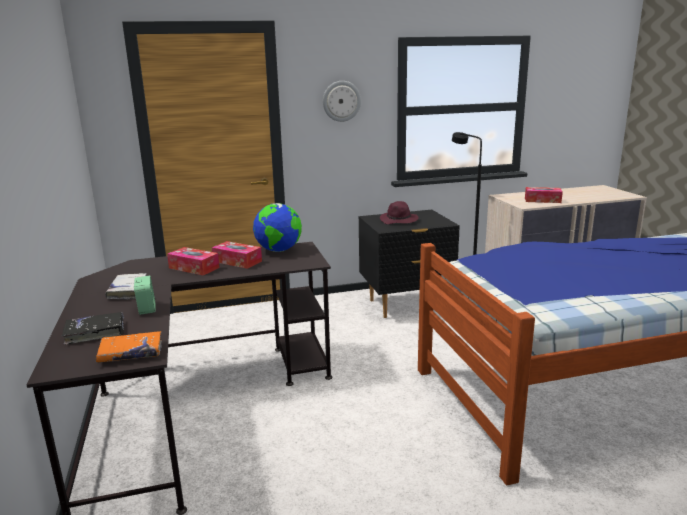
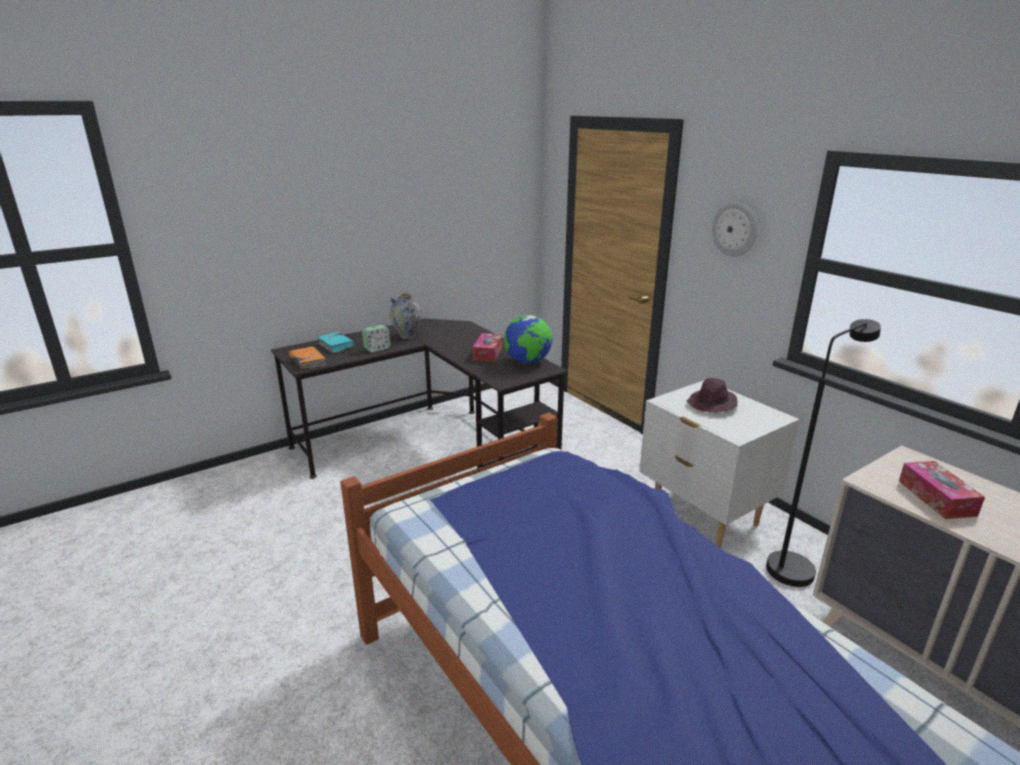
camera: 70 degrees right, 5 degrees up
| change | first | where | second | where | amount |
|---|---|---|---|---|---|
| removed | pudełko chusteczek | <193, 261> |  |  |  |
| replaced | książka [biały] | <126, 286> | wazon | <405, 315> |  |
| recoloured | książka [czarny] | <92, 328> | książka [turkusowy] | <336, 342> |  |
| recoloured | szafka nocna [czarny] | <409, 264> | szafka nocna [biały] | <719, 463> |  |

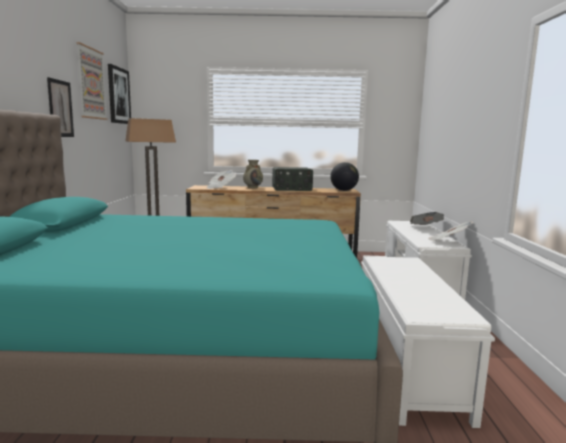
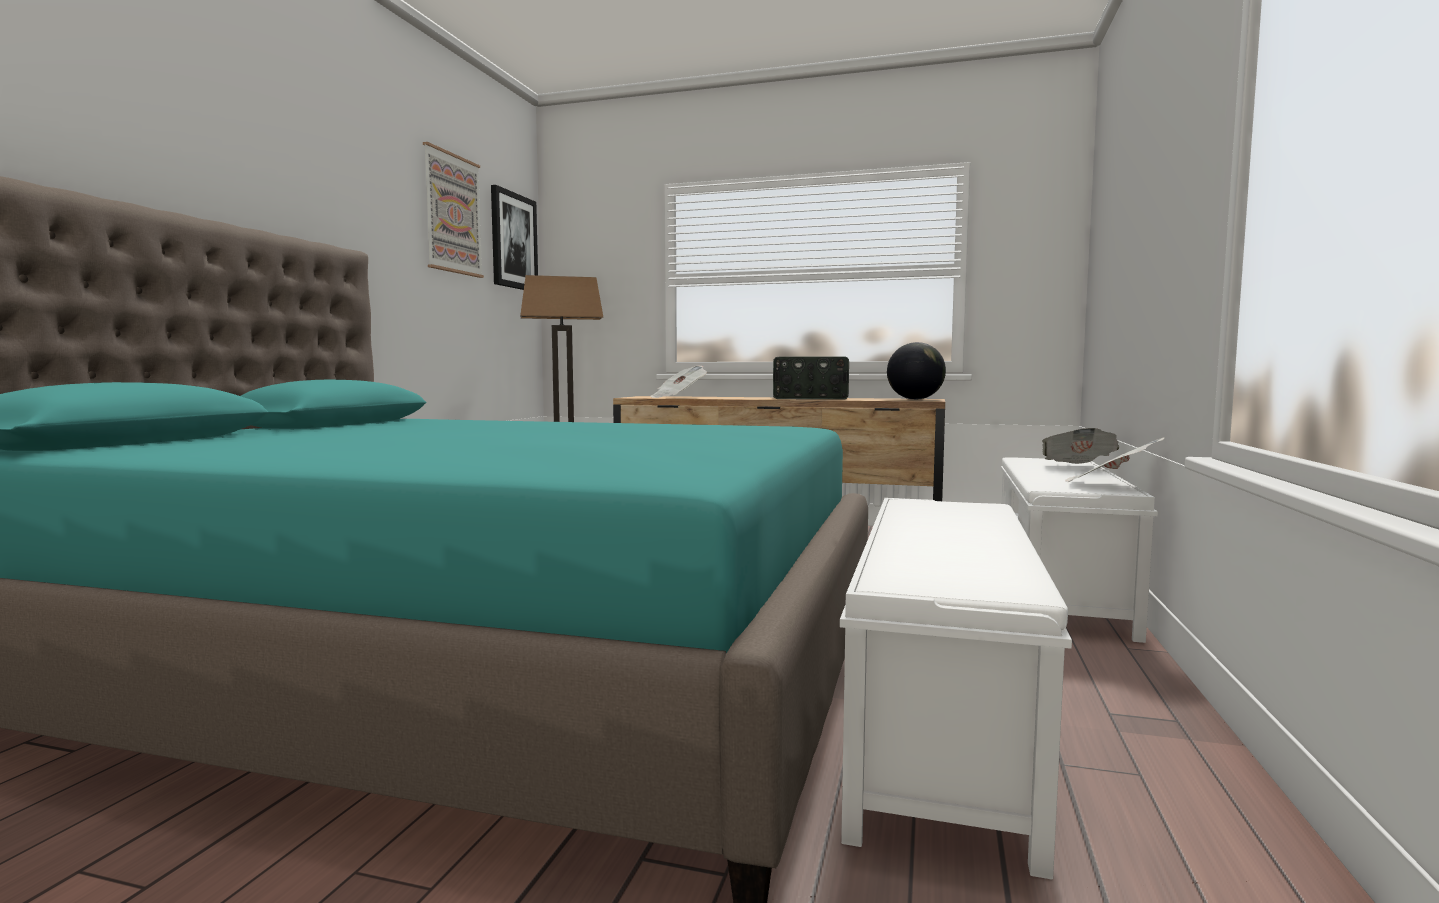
camera: 15 degrees right, 5 degrees down
| change | first | where | second | where | amount |
|---|---|---|---|---|---|
| removed | obraz | <60, 107> |  |  |  |
| removed | wazon [beżowy] | <253, 174> |  |  |  |

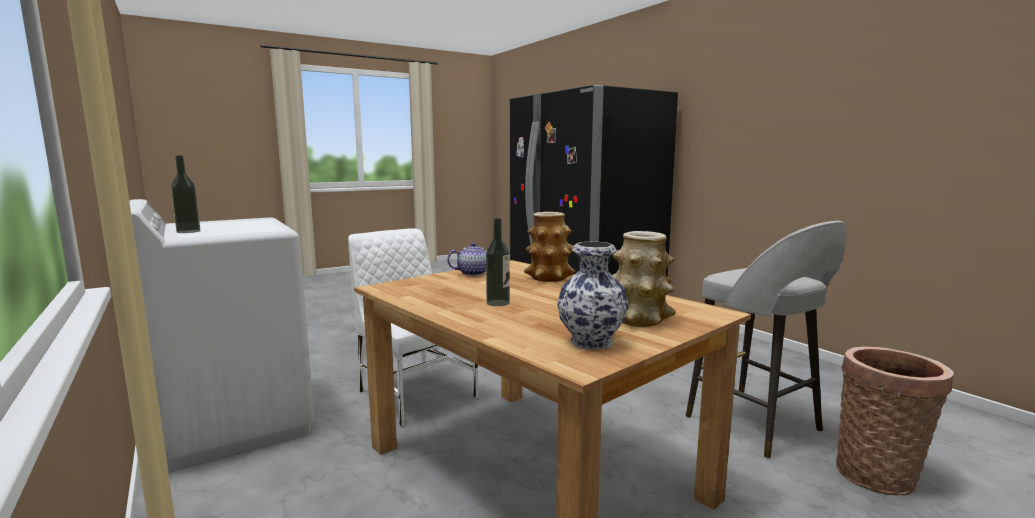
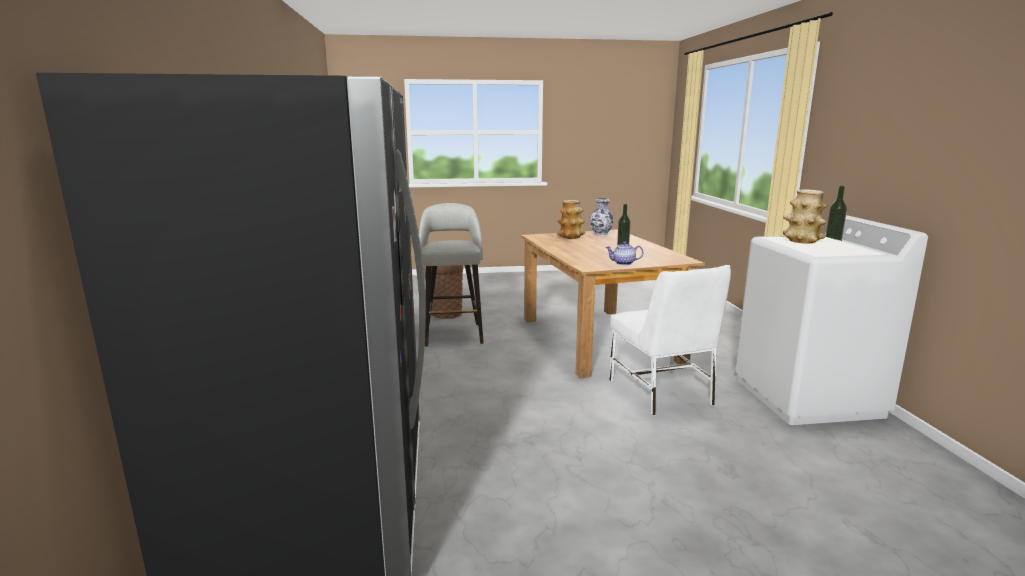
camera: 155 degrees left, 5 degrees up
| change | first | where | second | where | amount |
|---|---|---|---|---|---|
| moved | wazon | <549, 247> |  | <805, 216> |  |

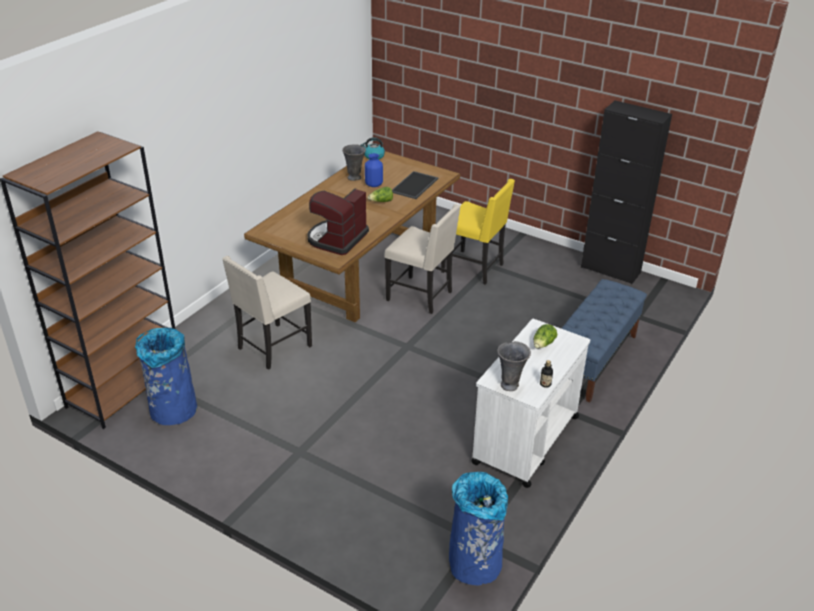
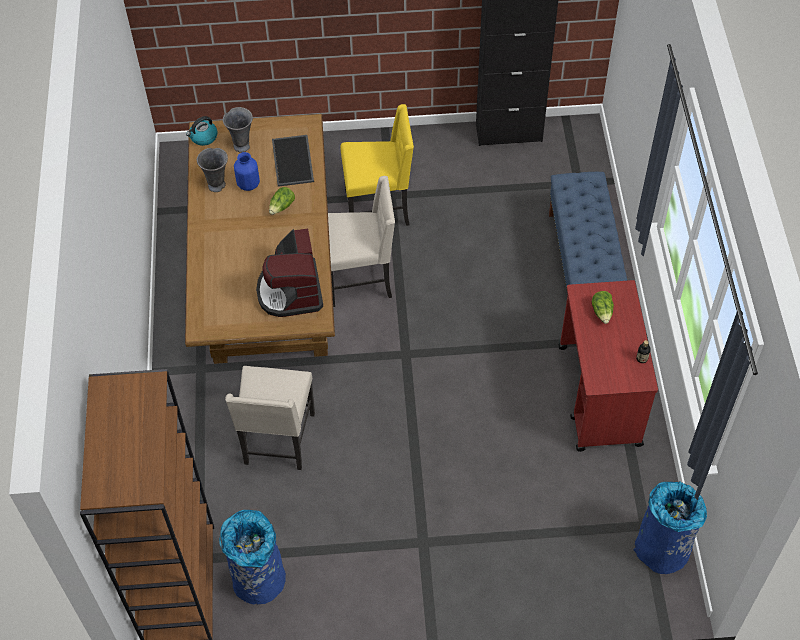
camera: 35 degrees left, 20 degrees up
| change | first | where | second | where | amount |
|---|---|---|---|---|---|
| moved | wazon [szary] | <514, 366> |  | <238, 130> |  |
| recoloured | wózek [biały] | <530, 403> | wózek [czerwony] | <608, 366> |  |

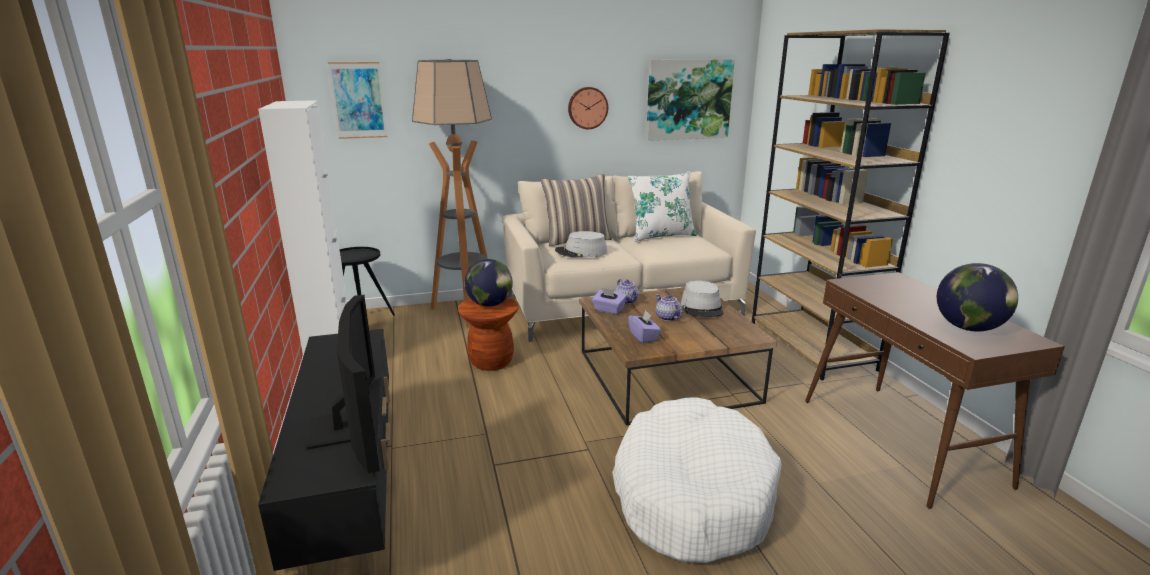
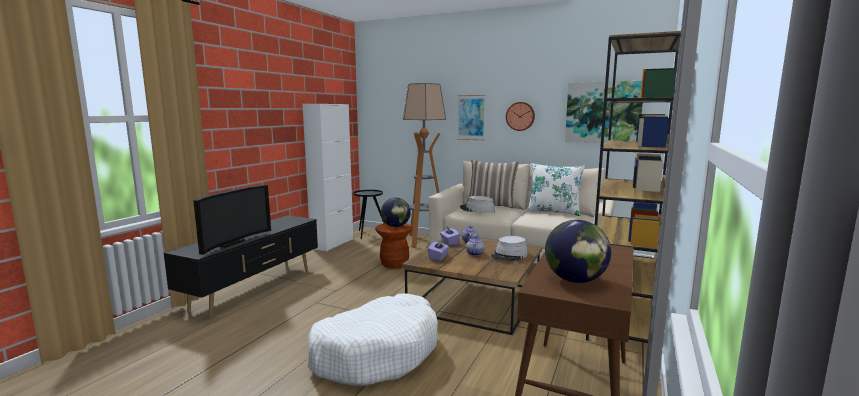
camera: 40 degrees right, 10 degrees down
| change | first | where | second | where | amount |
|---|---|---|---|---|---|
| moved | obraz | <357, 100> |  | <471, 117> |  |

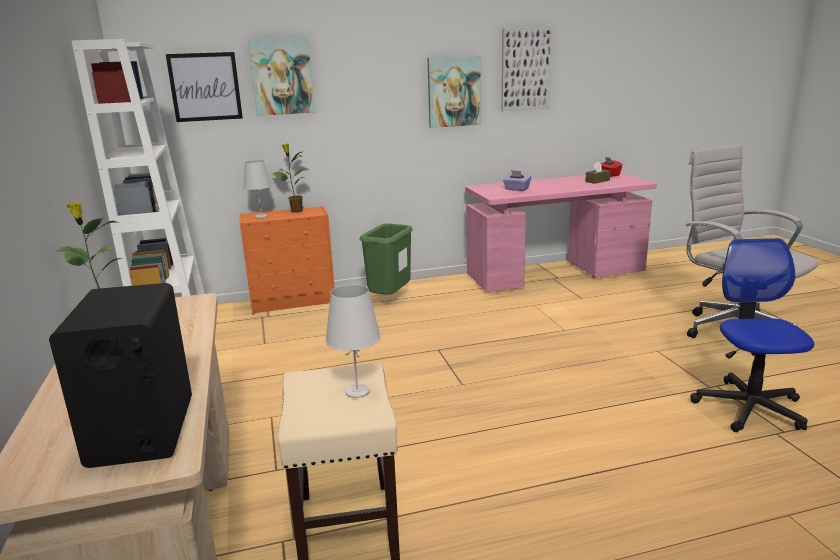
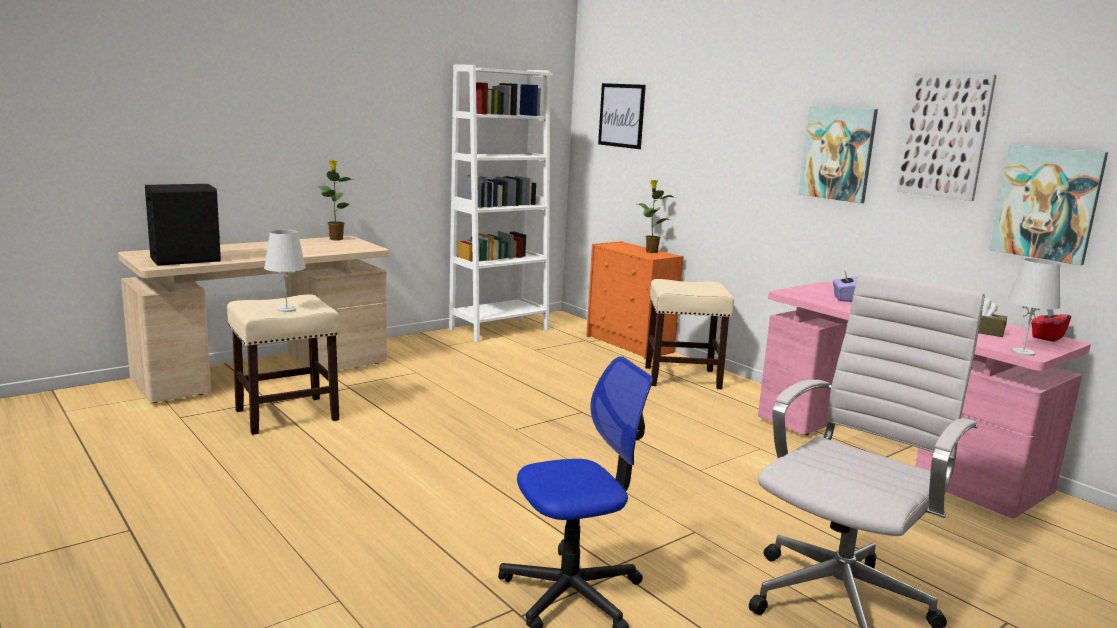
camera: 65 degrees right, 5 degrees down
| change | first | where | second | where | amount |
|---|---|---|---|---|---|
| moved | lampa stołowa [biały] | <257, 189> |  | <1034, 307> |  |
| moved | obraz | <281, 77> |  | <1048, 205> |  |
| replaced | kosz na śmieci [zielony] | <386, 259> | stołek [beżowy] | <689, 334> |  |

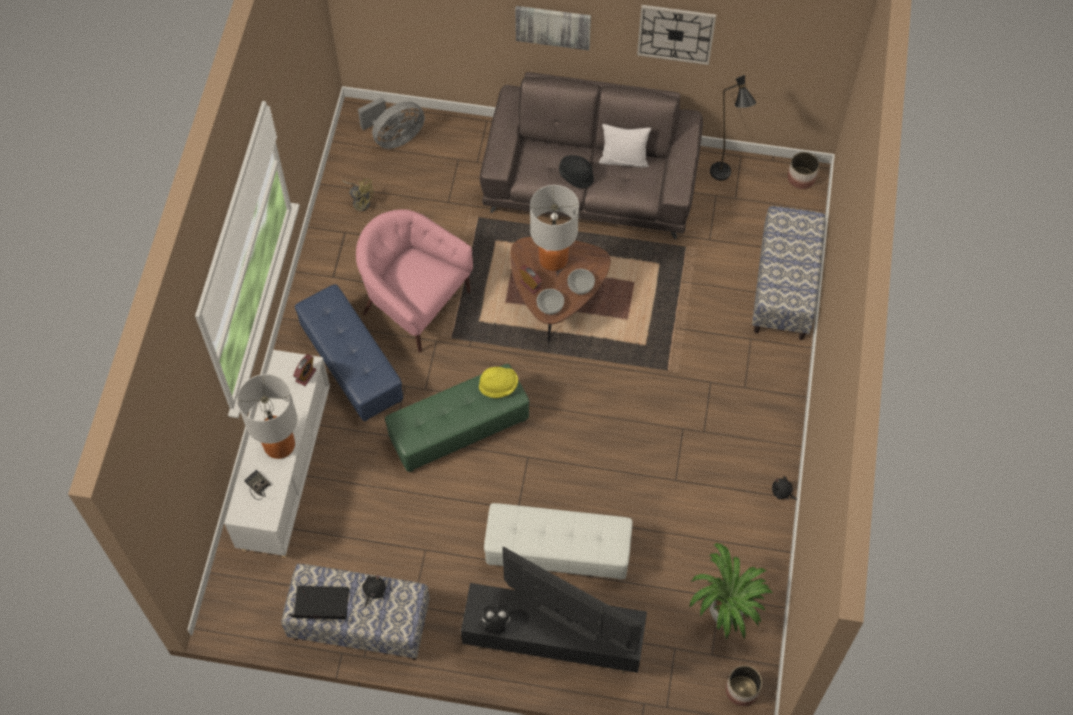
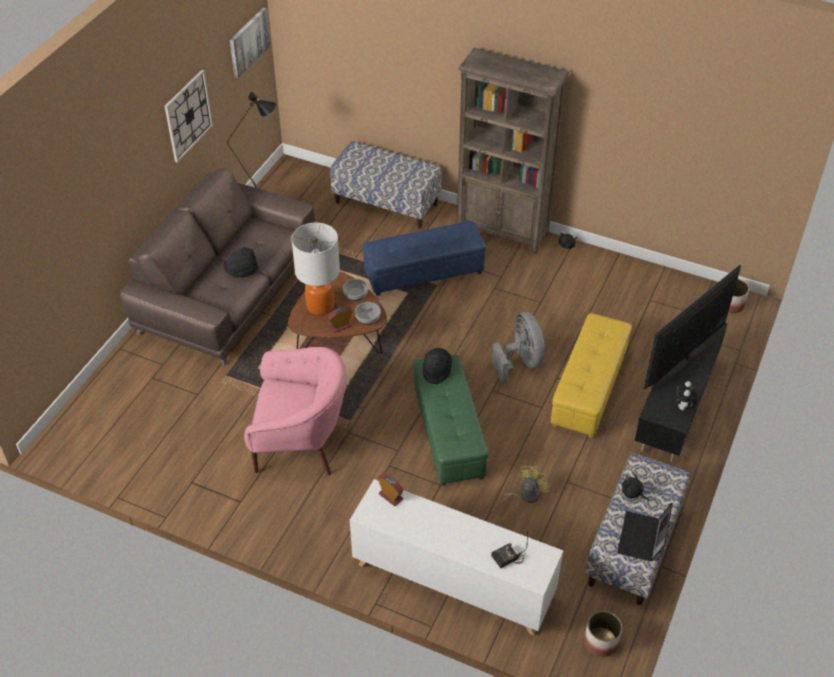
camera: 75 degrees left, 15 degrees down
| change | first | where | second | where | amount |
|---|---|---|---|---|---|
| removed | lampa stołowa | <267, 416> |  |  |  |
| removed | poduszka [biały] | <625, 145> |  |  |  |
| removed | roślina doniczkowa | <731, 591> |  |  |  |
| added |  |  | regał [brązowy] | <513, 151> |  |
| moved | pufa [niebieski] | <349, 352> |  | <424, 258> |  |
| moved | wentylator [żółty] | <357, 195> |  | <524, 485> |  |
| moved | wentylator [szary] | <391, 123> |  | <518, 348> |  |
| moved | obraz | <553, 28> |  | <250, 43> |  |
| moved | donica | <803, 170> |  | <603, 634> |  |
| recoloured | kapelusz [żółty] | <498, 382> | kapelusz [czarny] | <437, 366> |  |
| recoloured | pufa [biały] | <558, 541> | pufa [żółty] | <591, 375> |  |
| turned | fotel [różowy] | <414, 280> |  | <295, 411> | 135 degrees counterclockwise |

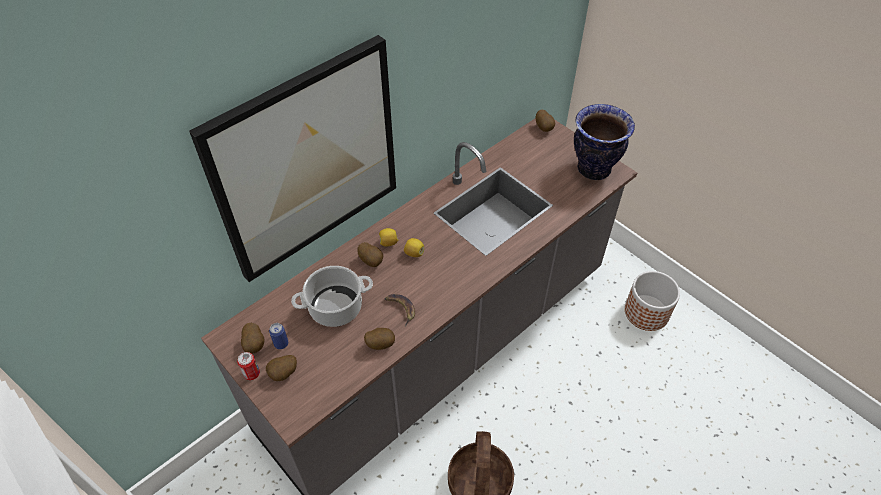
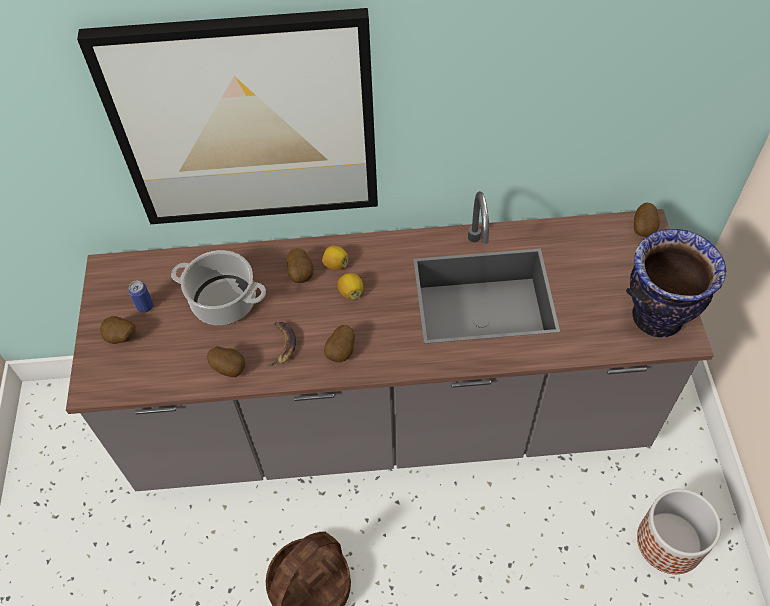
camera: 40 degrees right, 5 degrees up
| change | first | where | second | where | amount |
|---|---|---|---|---|---|
| removed | puszka | <248, 366> |  |  |  |
| moved | ziemniak | <252, 338> |  | <339, 343> |  |

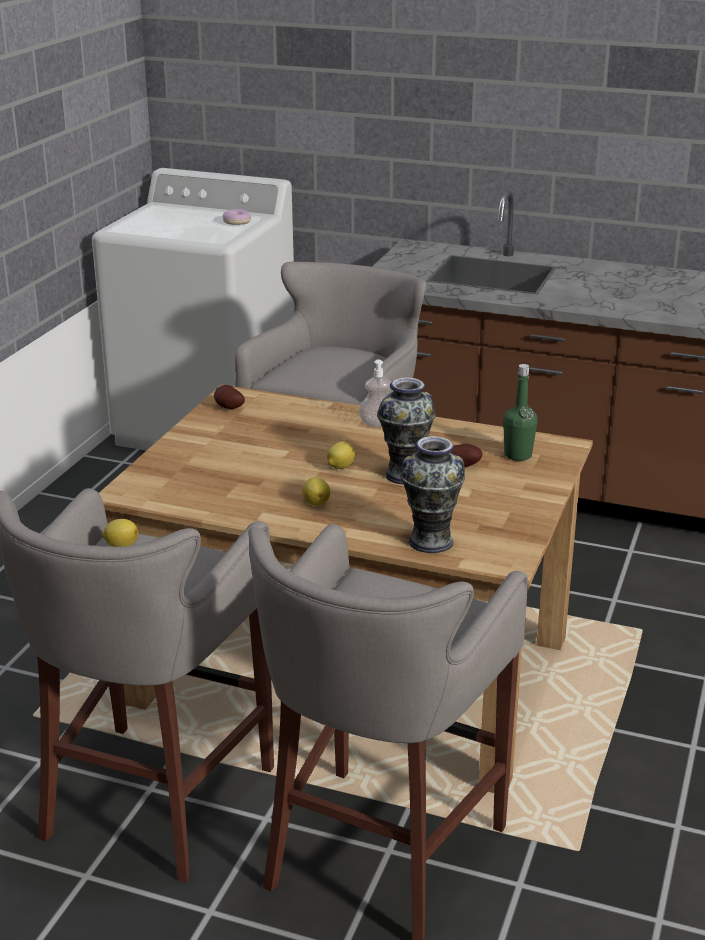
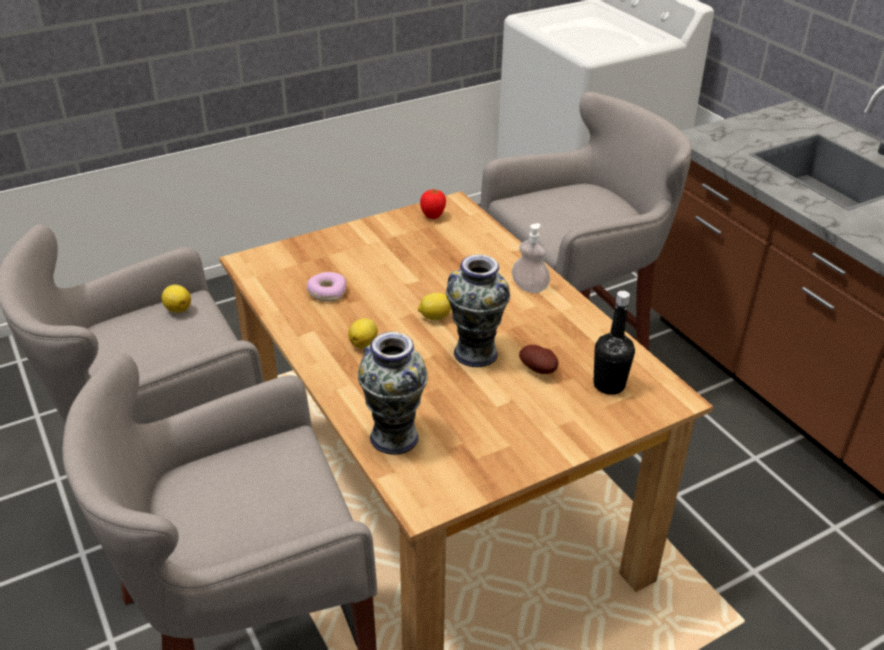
camera: 40 degrees right, 10 degrees up
| change | first | where | second | where | amount |
|---|---|---|---|---|---|
| moved | donut | <237, 217> |  | <326, 286> |  |
| replaced | ziemniak | <229, 397> | pomidor | <433, 204> |  |
| recoloured | butelka [zielony] | <520, 412> | butelka [czarny] | <614, 343> |  |

